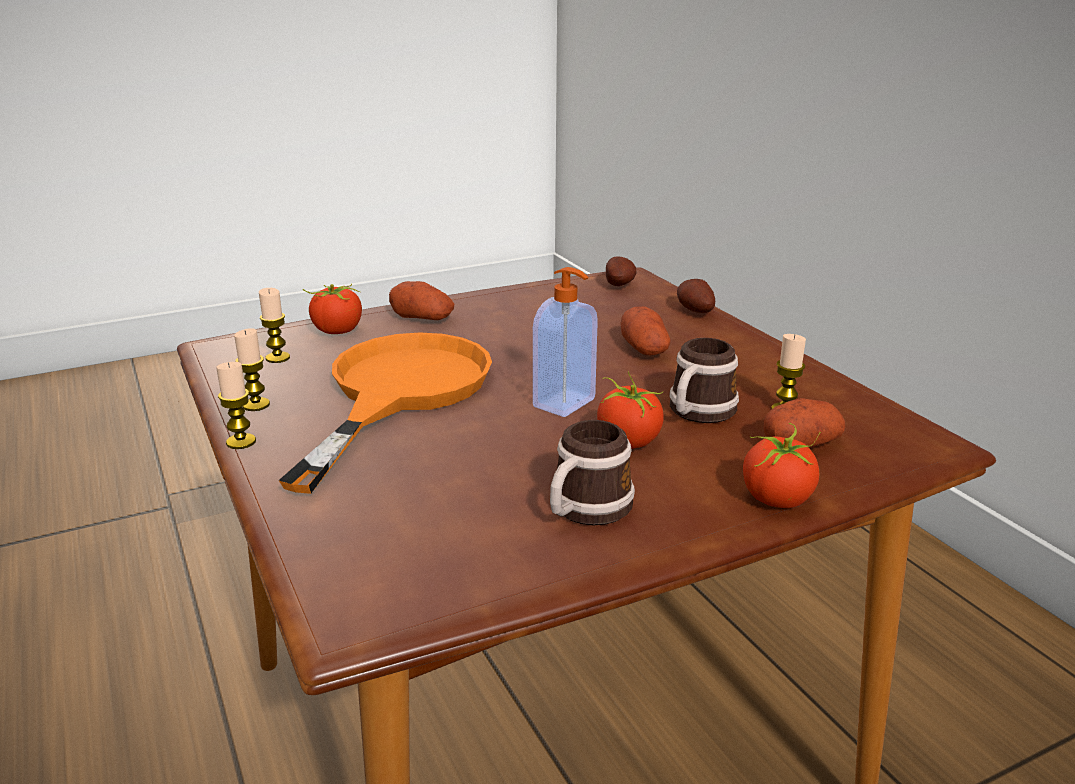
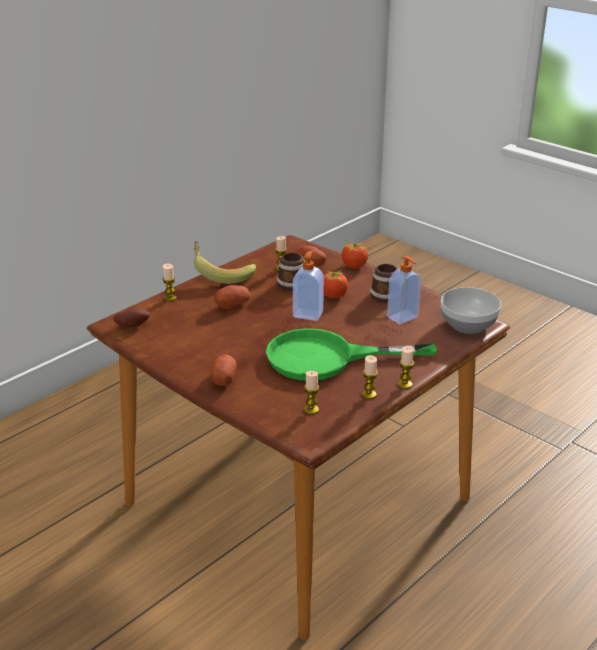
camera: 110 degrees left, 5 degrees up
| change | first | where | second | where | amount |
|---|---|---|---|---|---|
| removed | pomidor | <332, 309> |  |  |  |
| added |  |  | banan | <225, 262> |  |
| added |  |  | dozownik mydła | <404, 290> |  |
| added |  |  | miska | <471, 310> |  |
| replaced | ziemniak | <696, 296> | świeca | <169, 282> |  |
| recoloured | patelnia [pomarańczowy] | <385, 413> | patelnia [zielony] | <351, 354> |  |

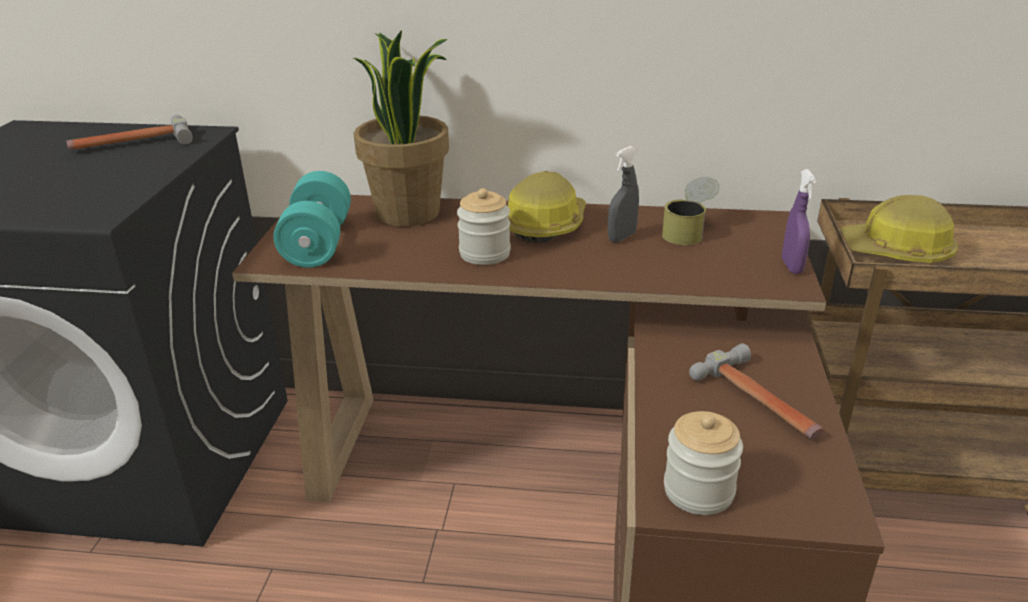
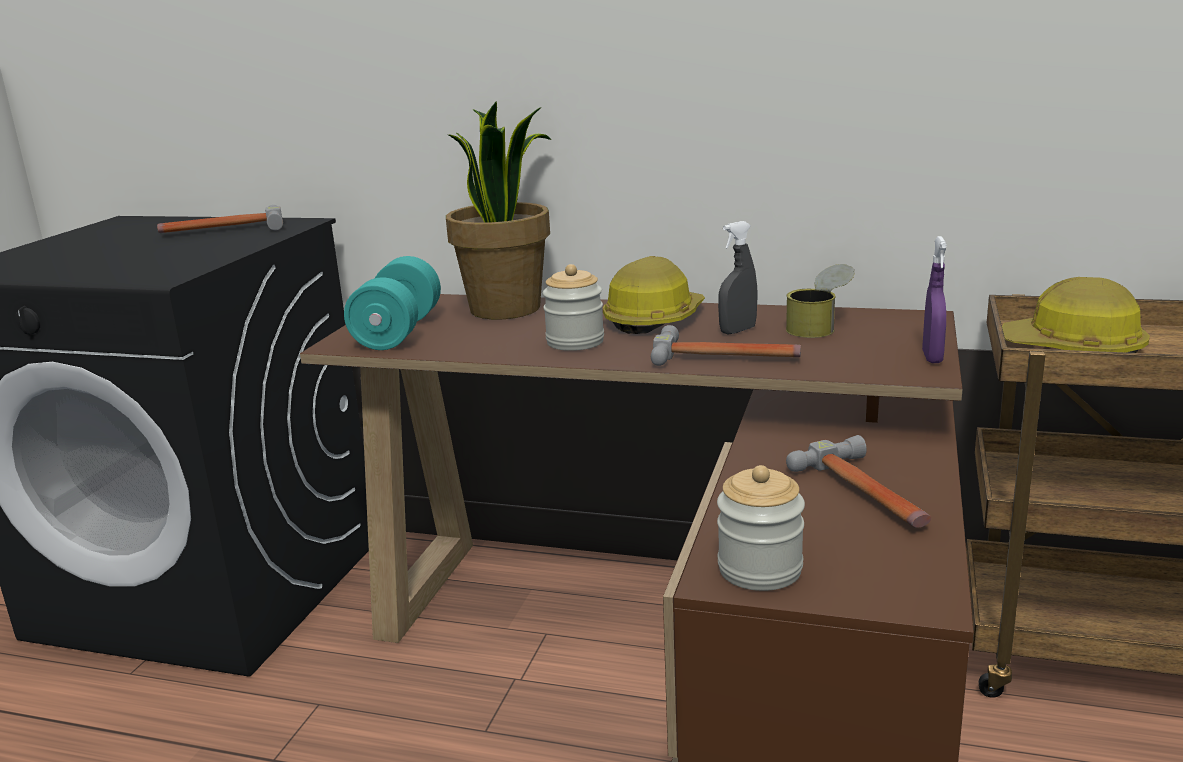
camera: 10 degrees right, 10 degrees down
| change | first | where | second | where | amount |
|---|---|---|---|---|---|
| added |  |  | młotek | <726, 345> |  |

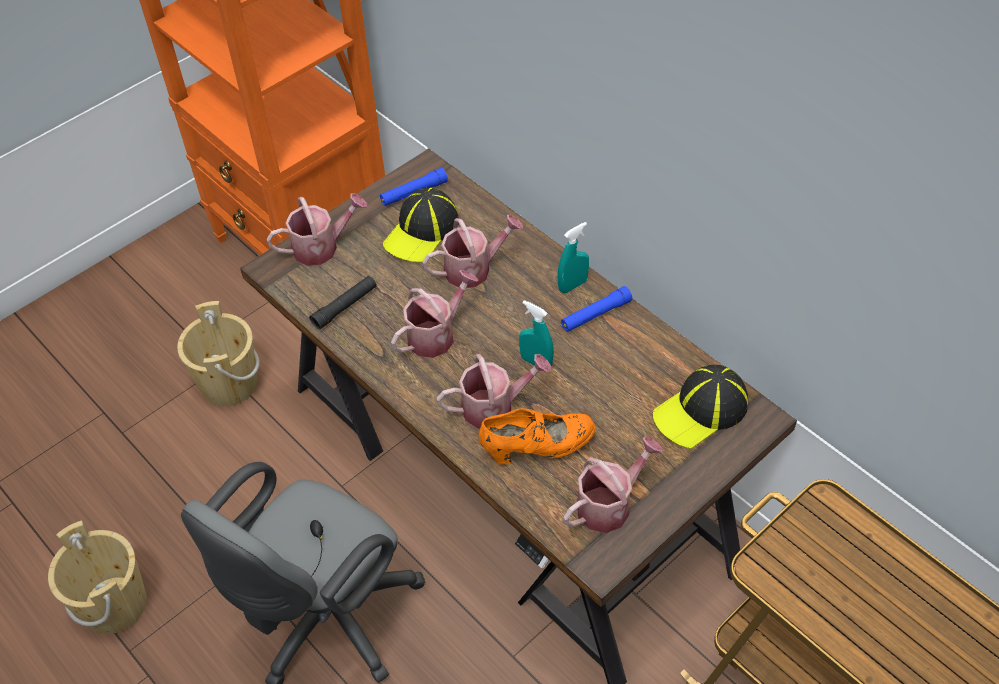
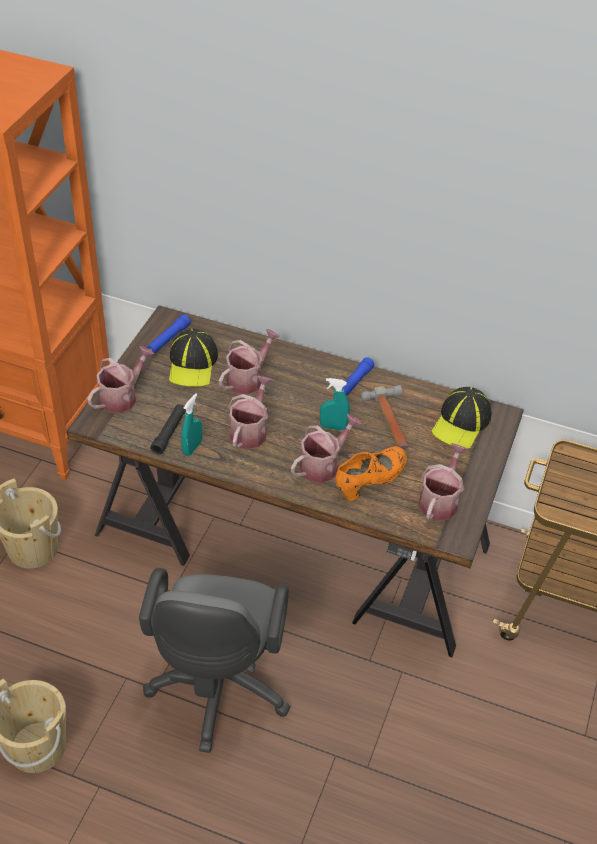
camera: 30 degrees left, 5 degrees down
| change | first | where | second | where | amount |
|---|---|---|---|---|---|
| added |  |  | młotek | <385, 417> |  |
| moved | spryskiwacz [turkusowy] | <573, 257> |  | <191, 424> |  |

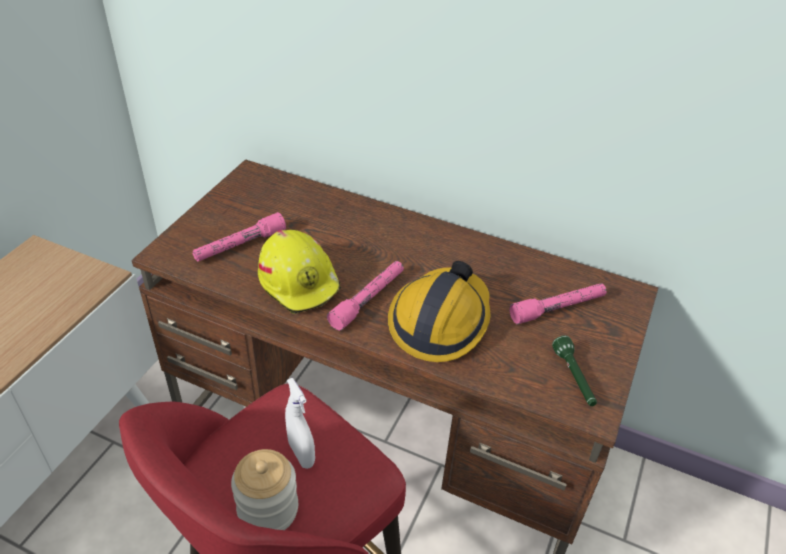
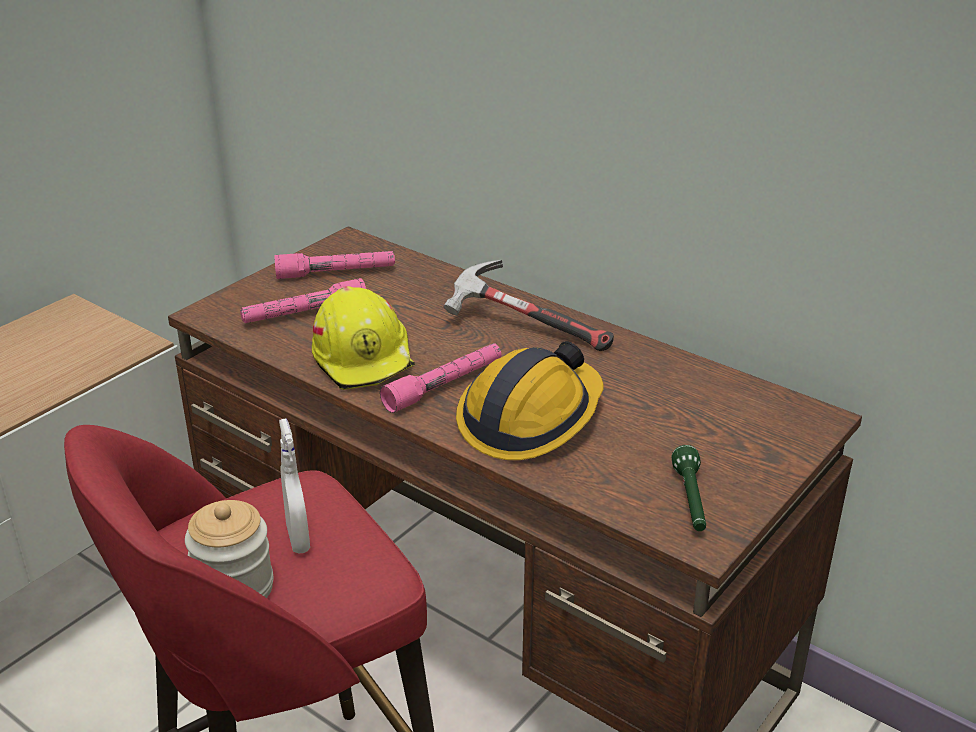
camera: 15 degrees right, 10 degrees down
| change | first | where | second | where | amount |
|---|---|---|---|---|---|
| added |  |  | młotek | <529, 305> |  |
| moved | latarka [różowy] | <557, 303> |  | <334, 265> |  |

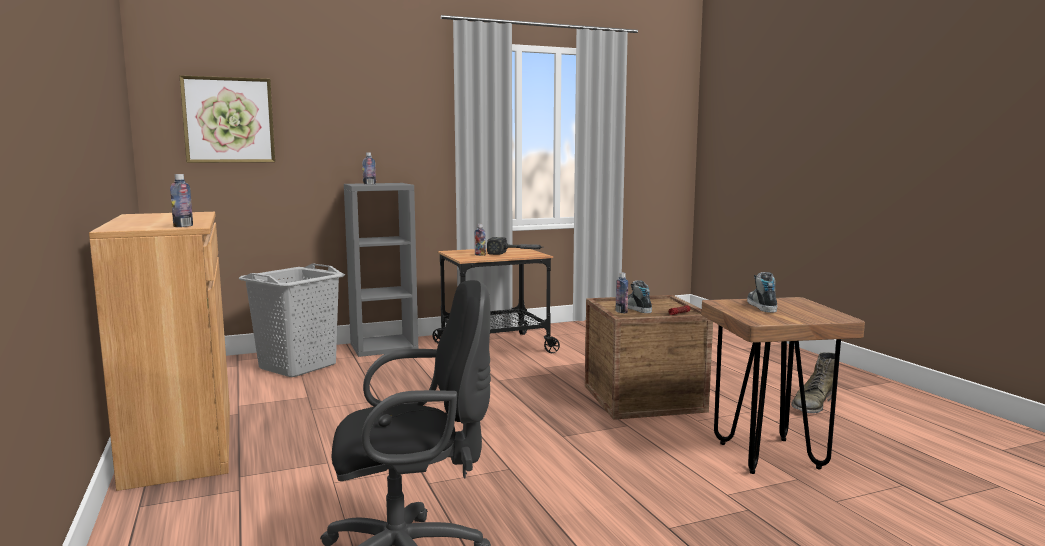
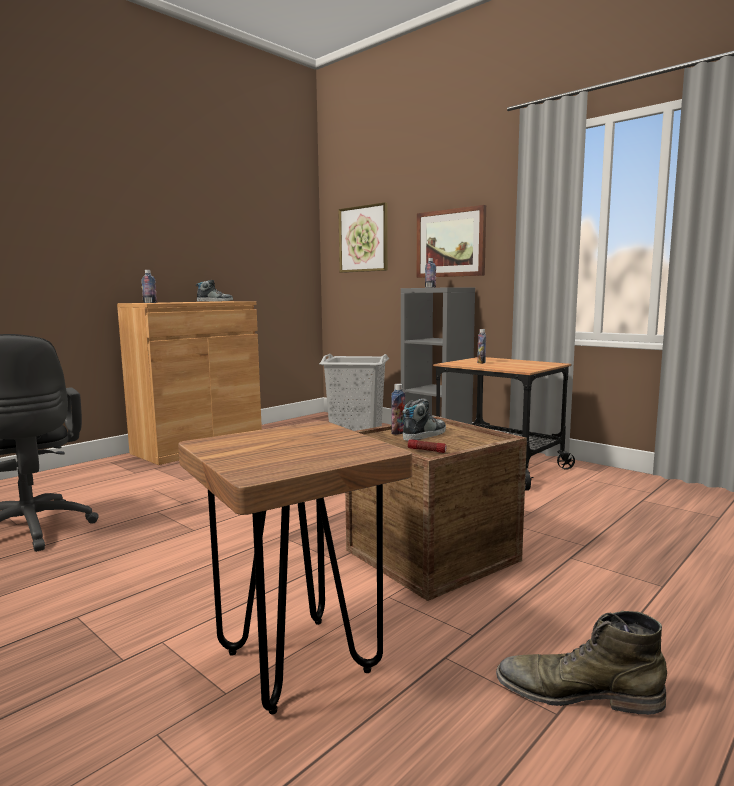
camera: 65 degrees right, 0 degrees up
| change | first | where | second | where | amount |
|---|---|---|---|---|---|
| removed | młotek | <514, 246> |  |  |  |
| added |  |  | obraz | <451, 241> |  |
| moved | but | <762, 292> |  | <214, 290> |  |

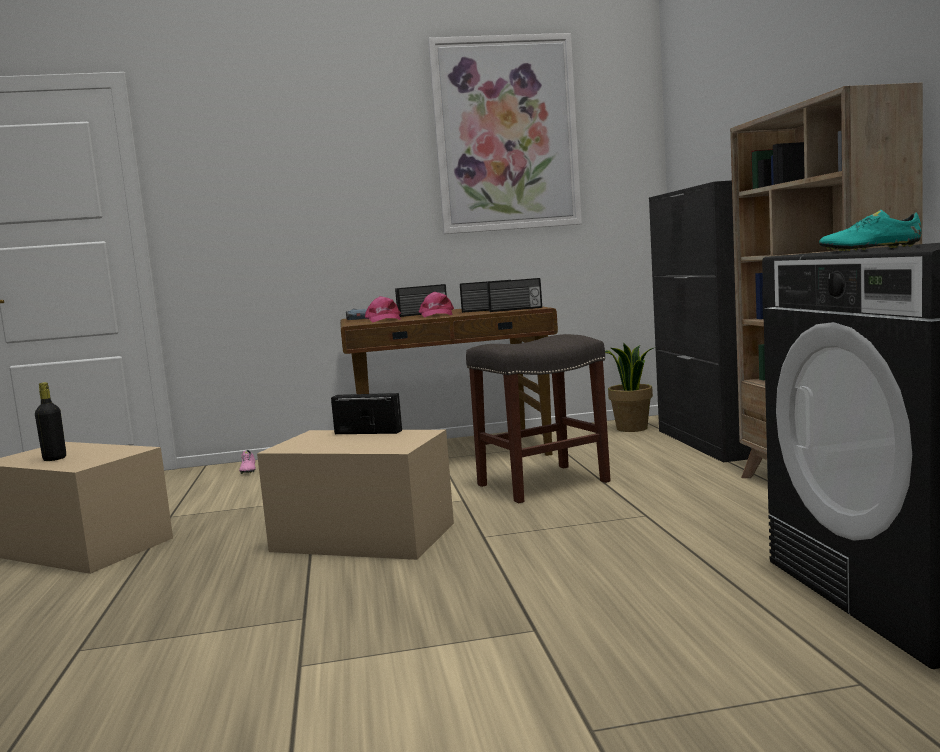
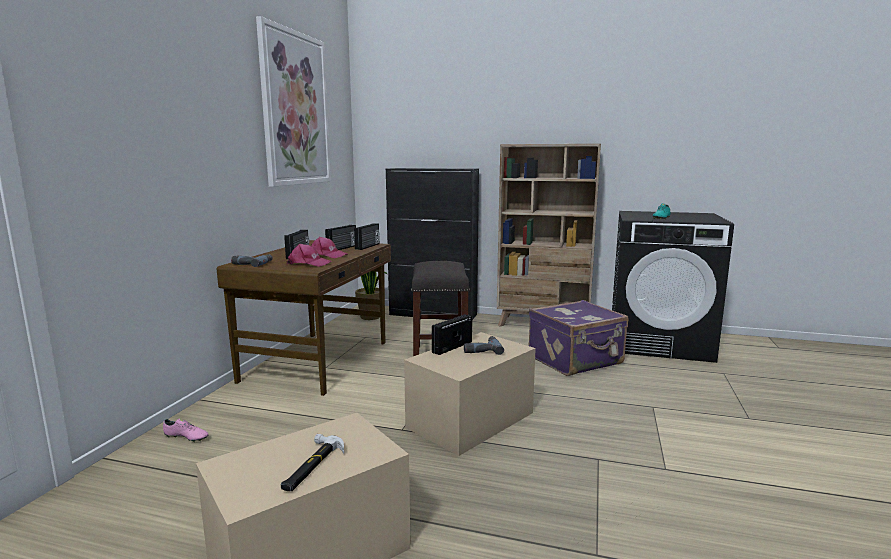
camera: 65 degrees left, 5 degrees up
| change | first | where | second | where | amount |
|---|---|---|---|---|---|
| added |  |  | wiertarka | <484, 345> |  |
| added |  |  | walizka [fioletowy] | <579, 338> |  |
| replaced | butelka [czarny] | <50, 421> | młotek | <312, 462> |  |

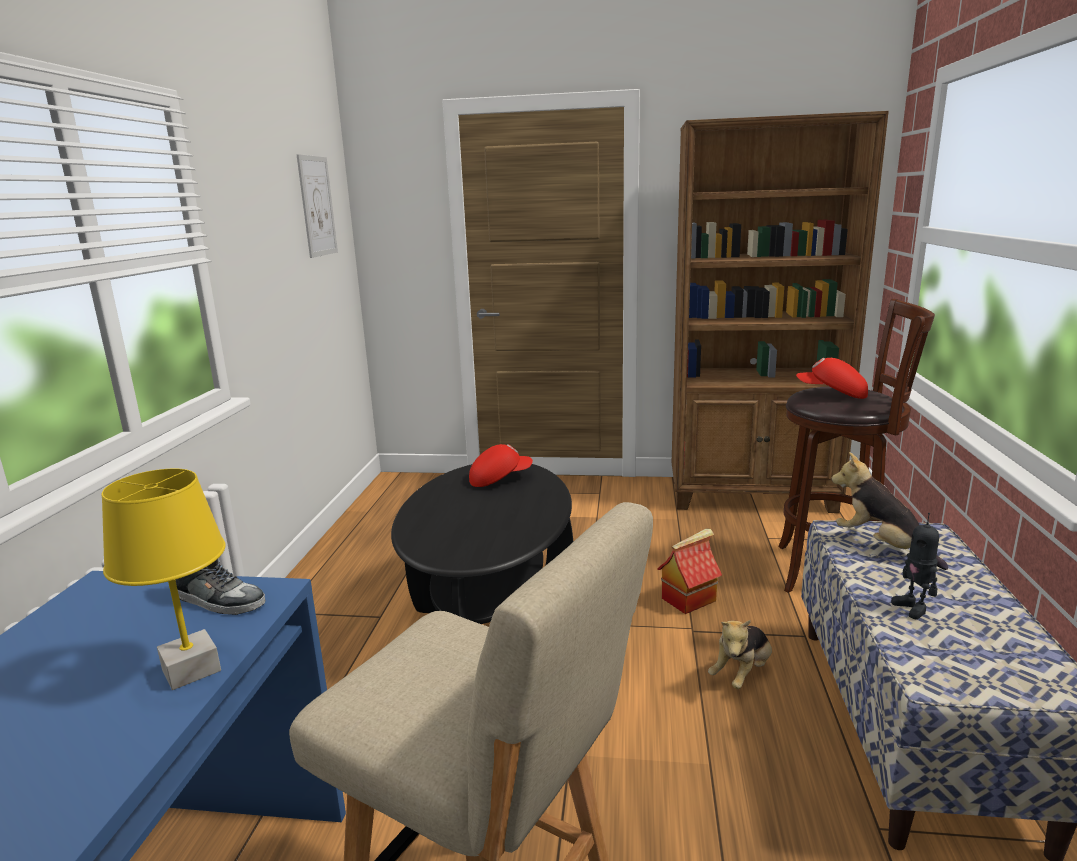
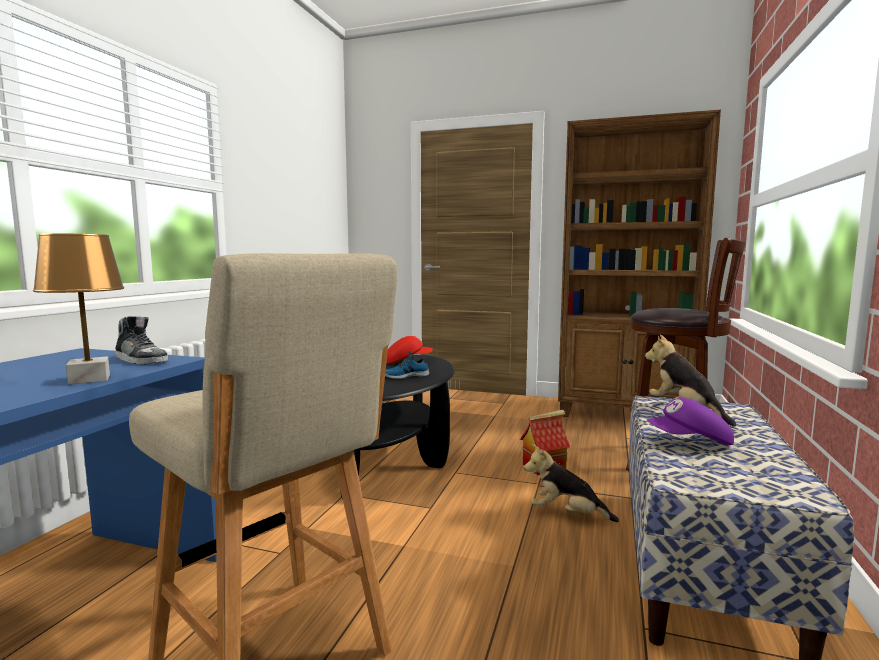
camera: 10 degrees right, 10 degrees down
| change | first | where | second | where | amount |
|---|---|---|---|---|---|
| removed | obraz | <317, 206> |  |  |  |
| removed | czapka z daszkiem [czerwony] | <832, 378> |  |  |  |
| added |  |  | but | <407, 365> |  |
| replaced | robot zabawkowy | <915, 566> | czapka z daszkiem [fioletowy] | <690, 421> |  |
| recoloured | lampa stołowa [żółty] | <163, 579> | lampa stołowa [brązowy] | <78, 309> |  |
| turned | pluszak | <740, 654> |  | <571, 483> | 60 degrees clockwise |

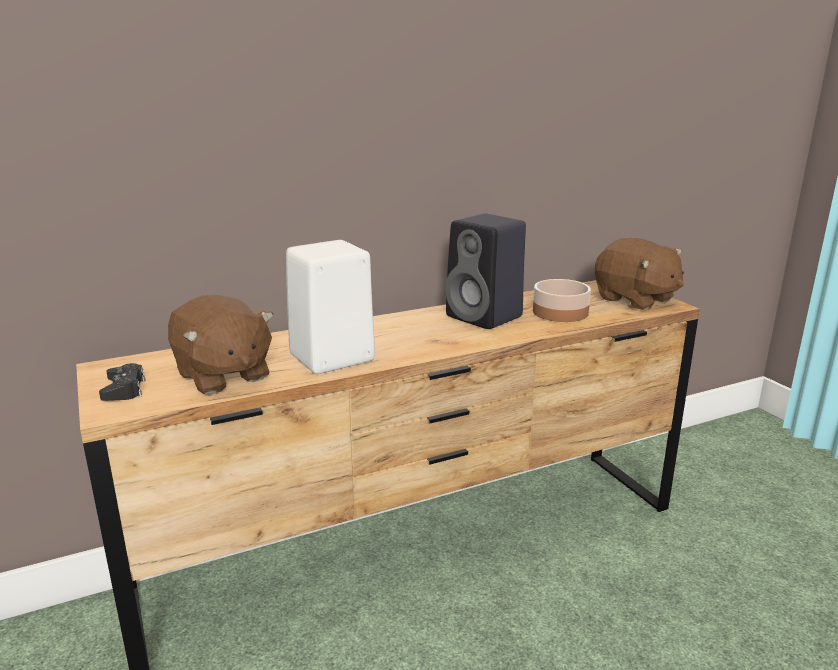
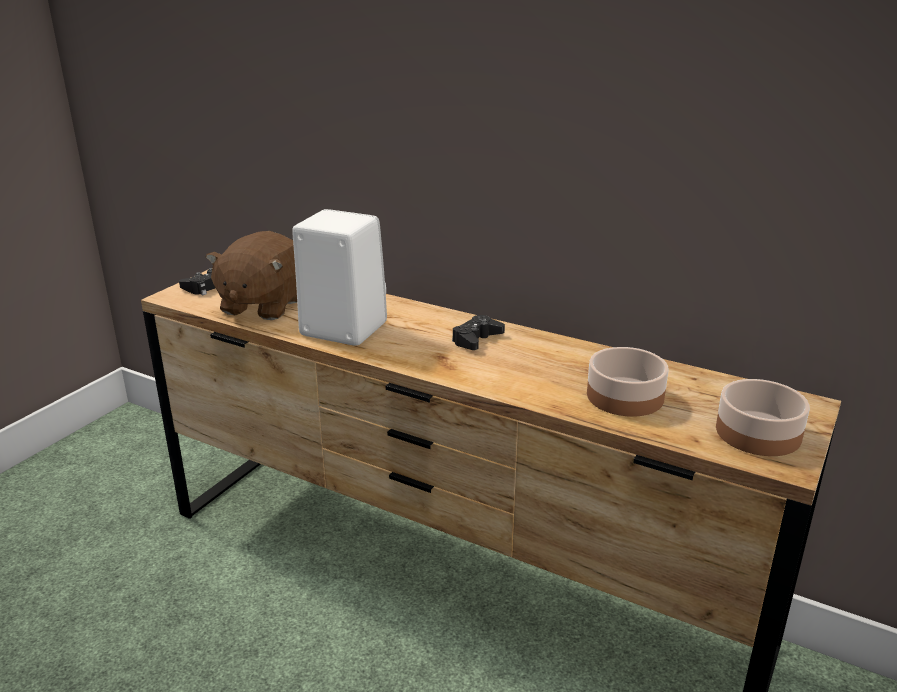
camera: 55 degrees right, 5 degrees up
| change | first | where | second | where | amount |
|---|---|---|---|---|---|
| removed | głośnik [czarny] | <485, 271> |  |  |  |
| added |  |  | pad do gier [czarny] | <478, 332> |  |
| replaced | pluszak [brązowy] | <639, 274> | miska | <763, 417> |  |

